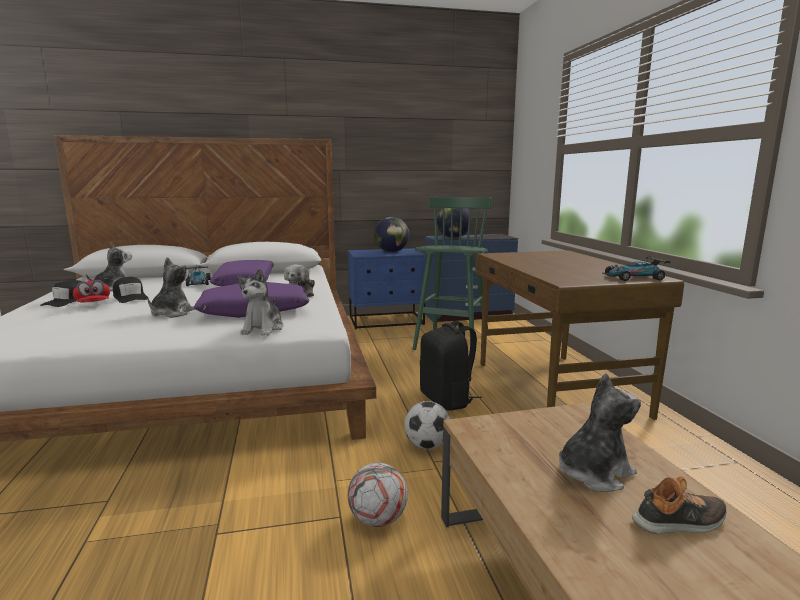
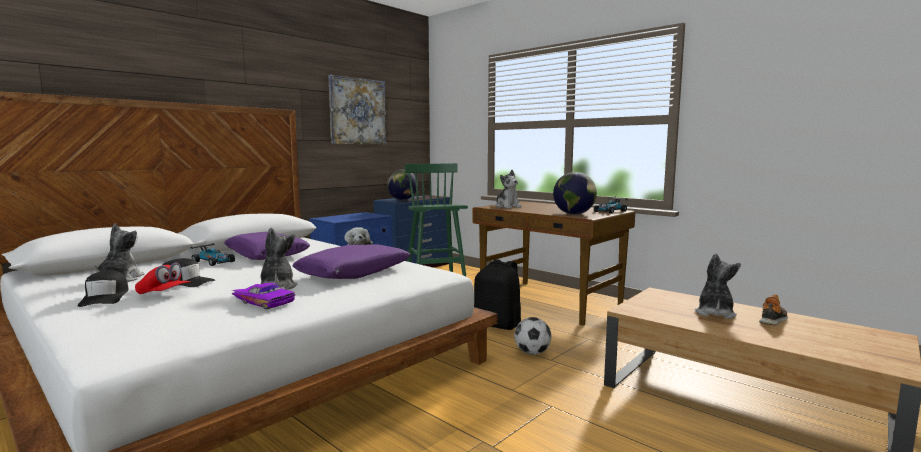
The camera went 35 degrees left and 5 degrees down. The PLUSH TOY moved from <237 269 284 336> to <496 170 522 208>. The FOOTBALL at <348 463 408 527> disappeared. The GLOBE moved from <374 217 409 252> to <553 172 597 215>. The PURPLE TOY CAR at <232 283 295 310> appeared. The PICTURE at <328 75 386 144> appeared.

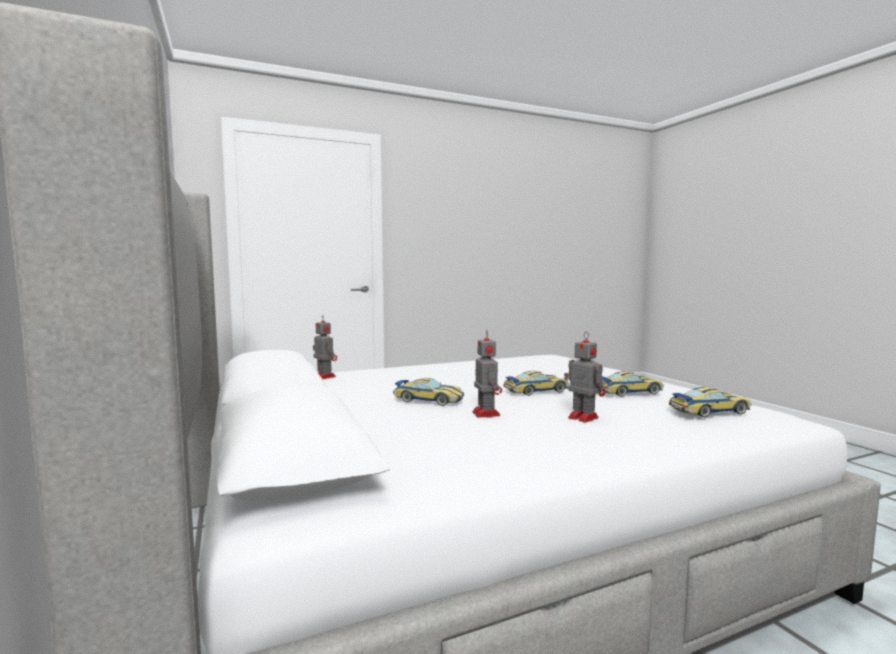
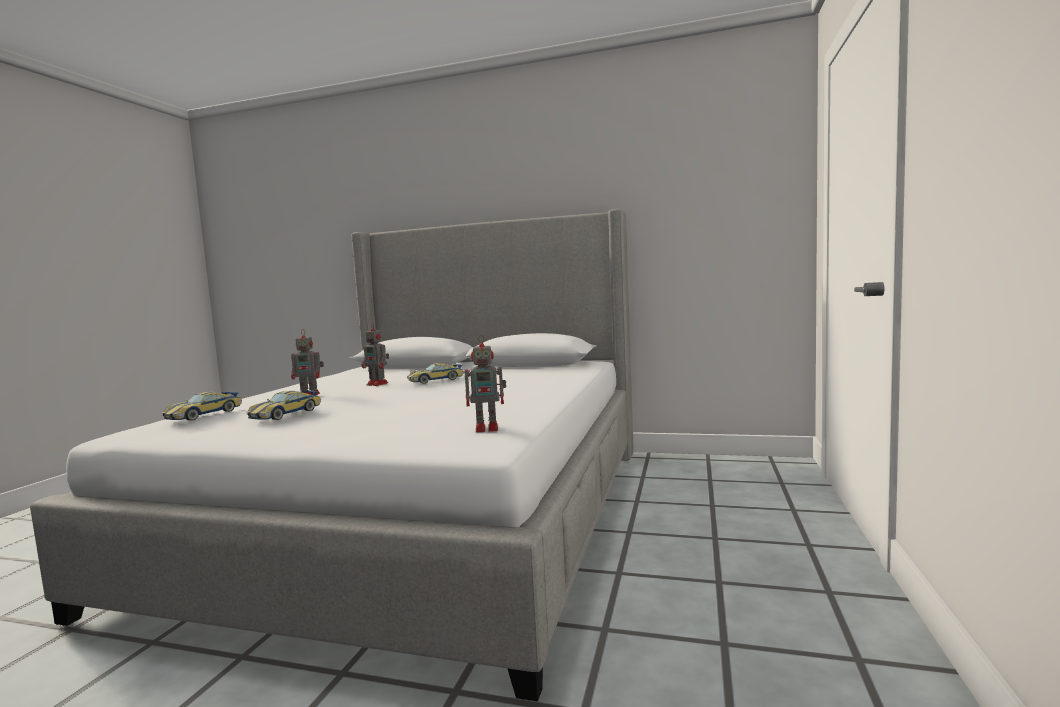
The camera went 130 degrees right and 0 degrees up. The TOY ROBOT moved from <313 315 337 379> to <465 335 506 433>. The TOY CAR at <504 371 569 396> disappeared.

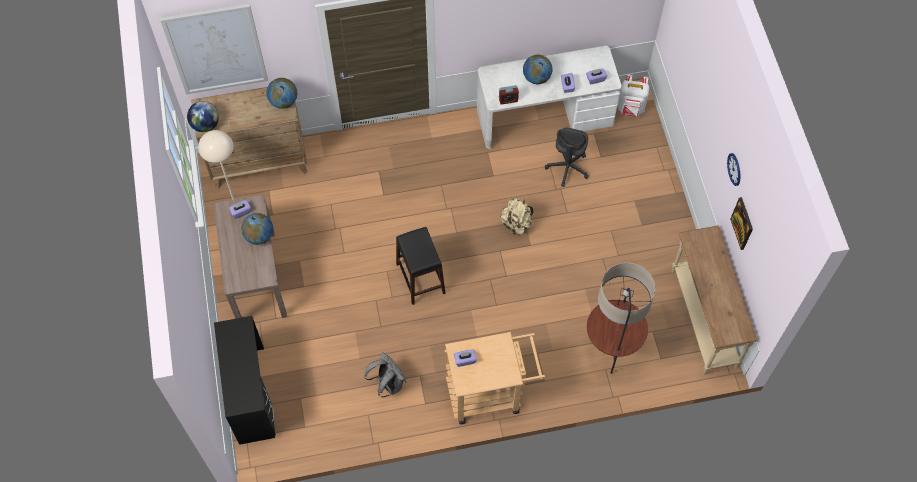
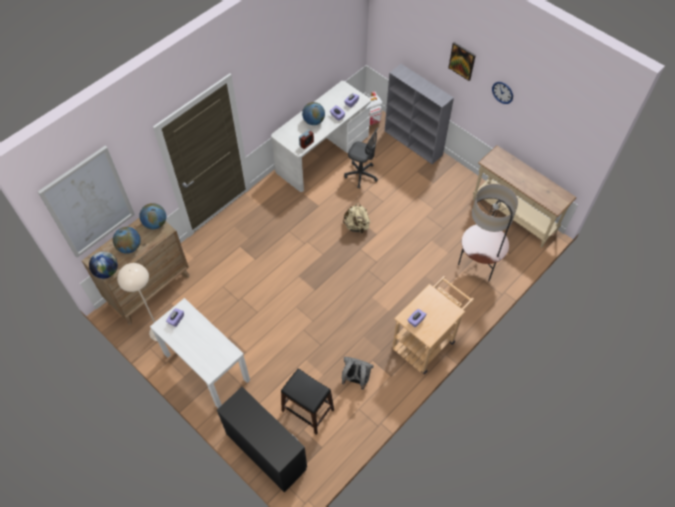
The camera went 35 degrees left and 5 degrees down. The BROWN CONSOLE TABLE at <213 195 287 319> became the WHITE CONSOLE TABLE at <150 298 250 408>. The GLOBE moved from <241 213 273 245> to <113 227 141 254>. The BLACK STOOL moved from <396 227 445 305> to <281 368 334 435>. The GREY OFFICE CHAIR at <545 128 589 187> turned 45 degrees counterclockwise. The PICTURE moved from <730 197 753 250> to <448 42 476 81>. The GREY BOOKCASE at <385 64 454 164> appeared.

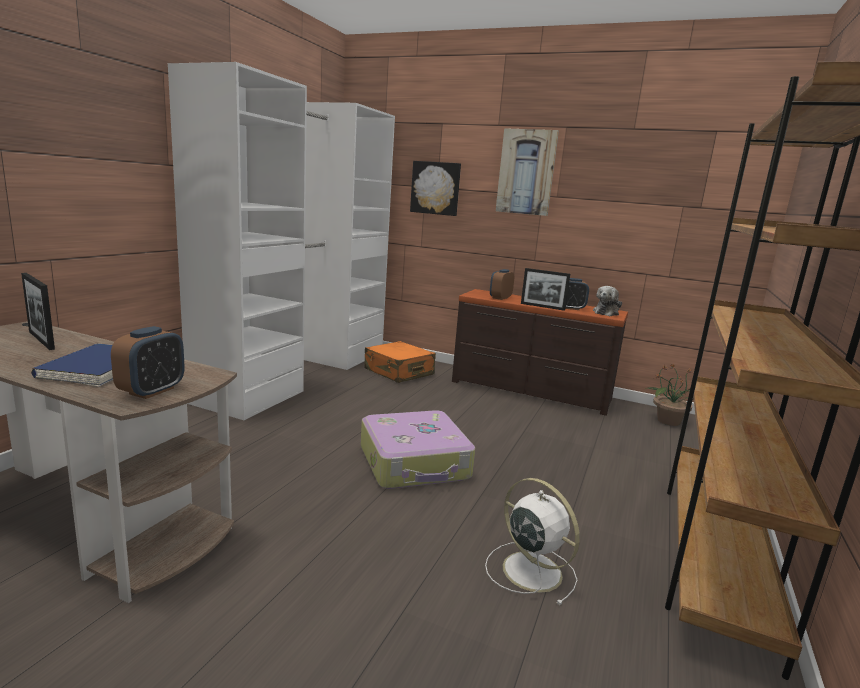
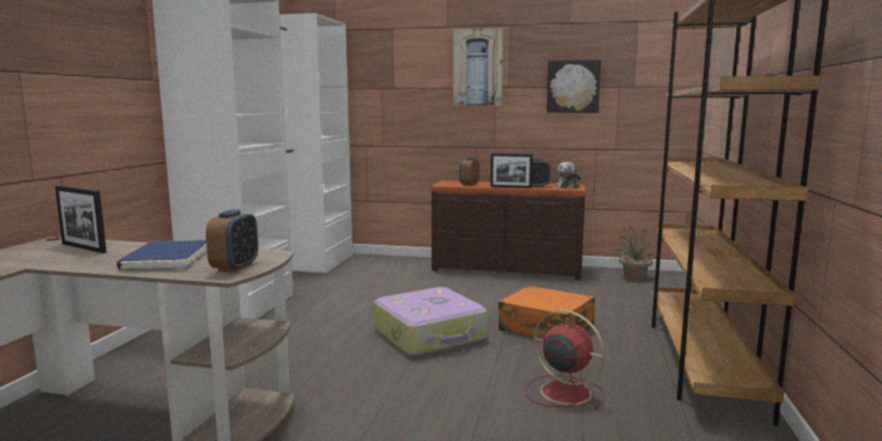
The camera went 10 degrees left and 5 degrees down. The ORANGE SUITCASE moved from <365 341 436 383> to <498 286 595 339>. The PICTURE moved from <410 161 461 216> to <547 60 601 113>. The WHITE FAN at <485 478 580 605> became the RED FAN at <526 310 605 410>.

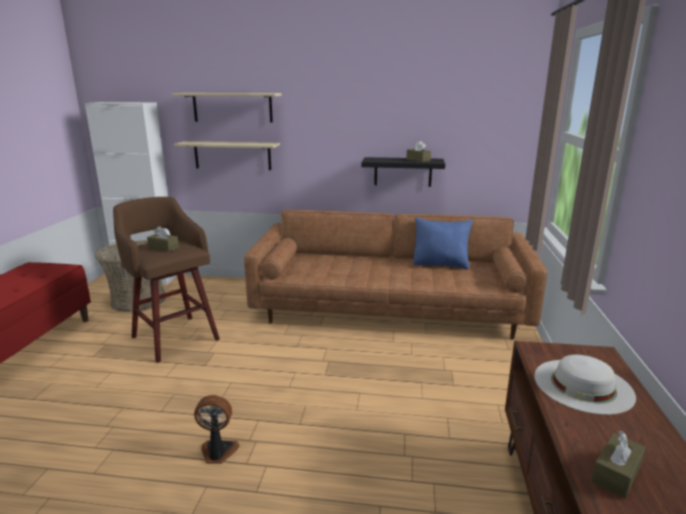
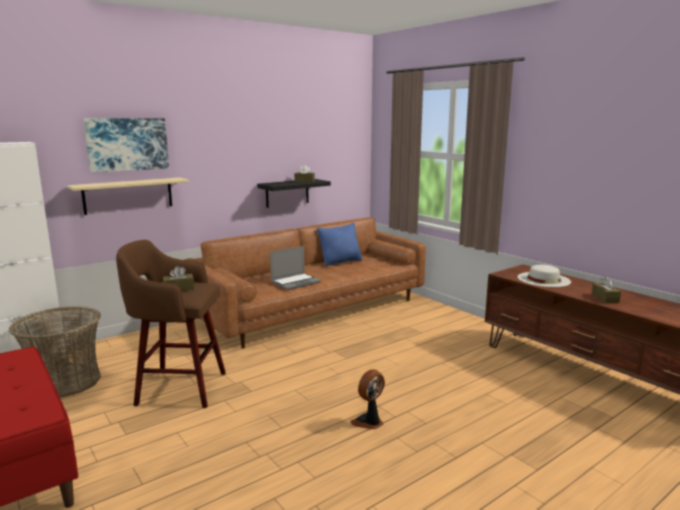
The camera went 45 degrees left and 5 degrees down. The BEIGE SHELF at <172 93 282 123> was replaced by the PICTURE at <83 118 169 173>. The LAPTOP at <270 246 321 290> appeared.

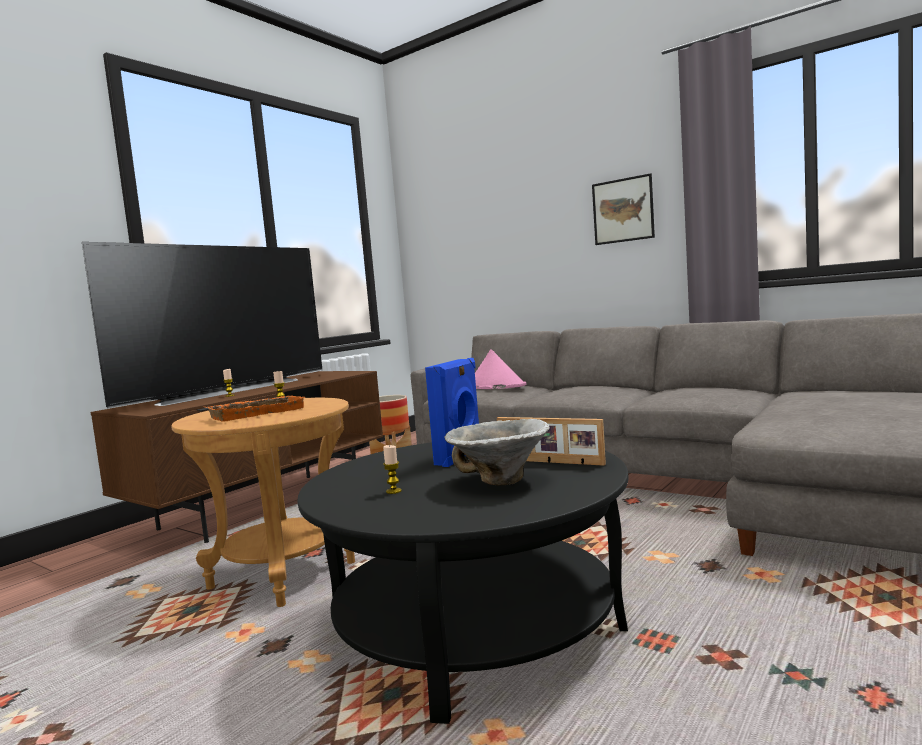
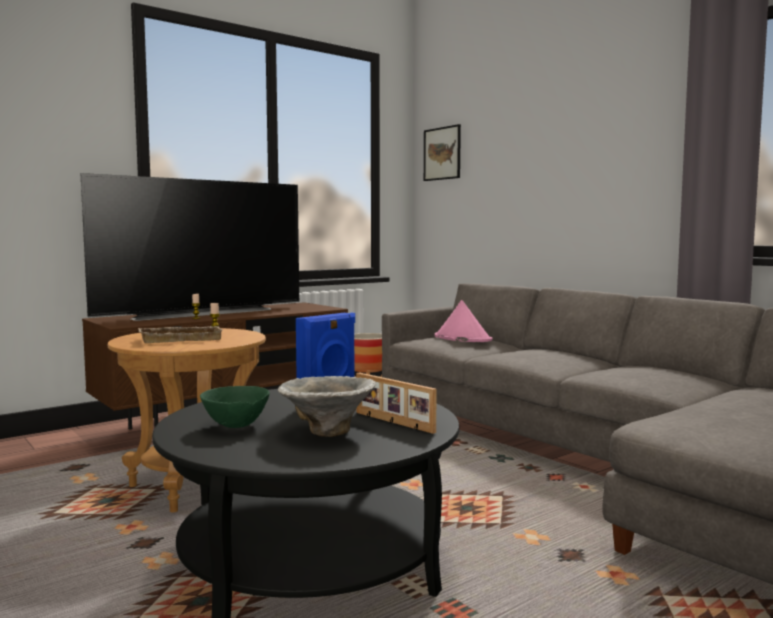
The camera went 15 degrees right and 0 degrees up. The ORANGE TRAY at <205 396 305 422> became the BEIGE TRAY at <138 326 223 343>. The CANDLE at <383 445 402 494> was replaced by the GREEN BOWL at <200 386 270 428>. The PICTURE moved from <592 173 655 245> to <424 124 461 181>.

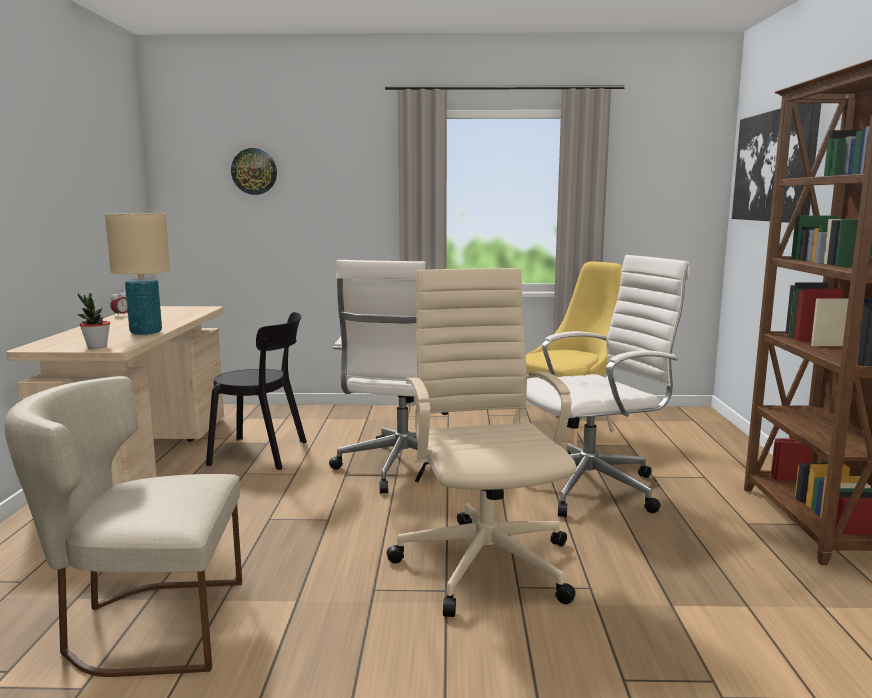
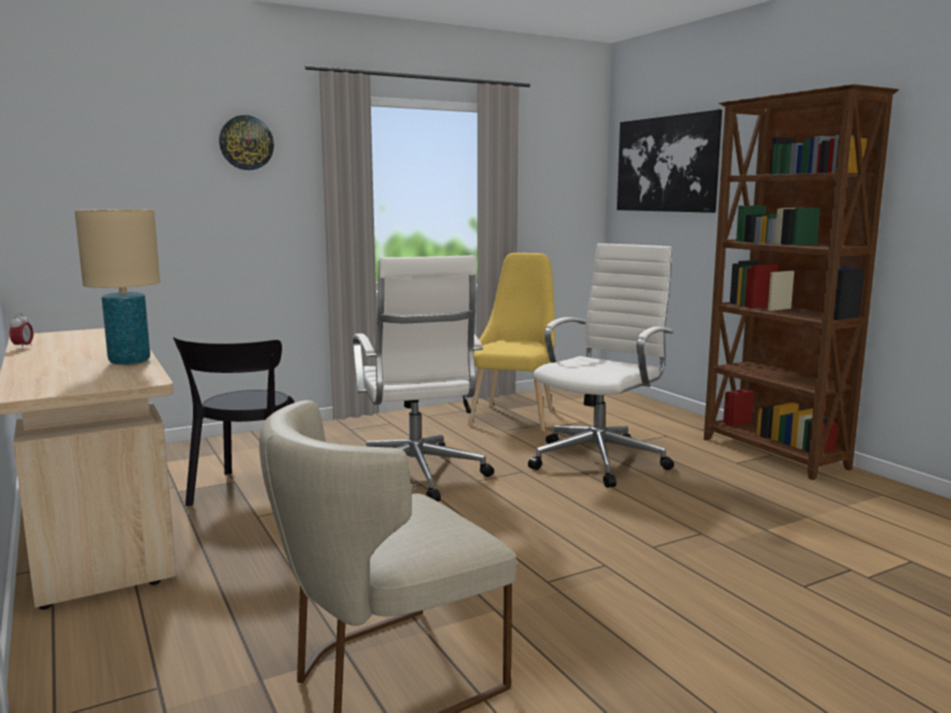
The camera went 30 degrees left and 0 degrees up. The POTTED PLANT at <78 293 110 348> disappeared. The BLACK CHAIR at <206 312 307 470> turned 120 degrees clockwise. The WALL CLOCK moved from <231 148 277 195> to <219 115 274 170>. The BEIGE OFFICE CHAIR at <387 268 576 617> disappeared.

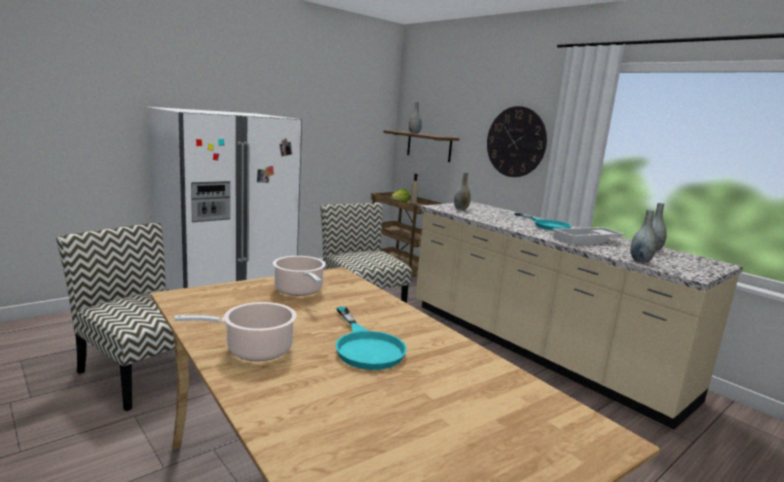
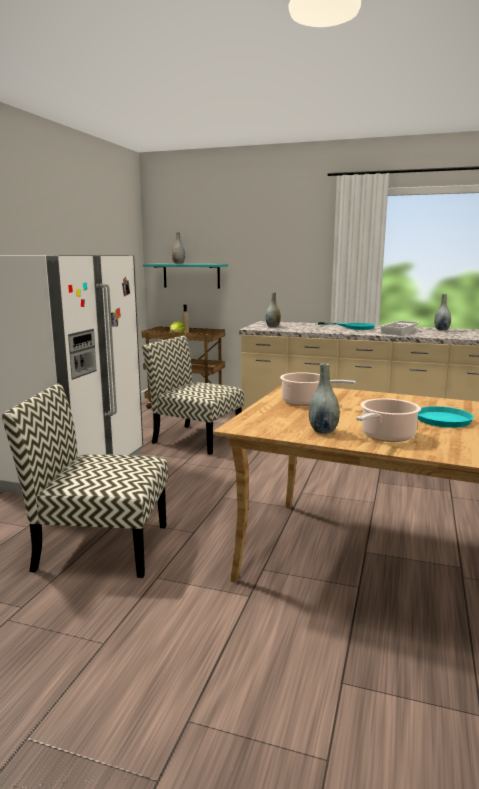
The camera went 30 degrees left and 0 degrees up. The BROWN SHELF at <383 130 460 162> became the TURQUOISE SHELF at <143 264 228 288>. The WALL CLOCK at <487 106 547 177> disappeared. The GREY VASE moved from <630 209 657 262> to <309 363 340 434>.

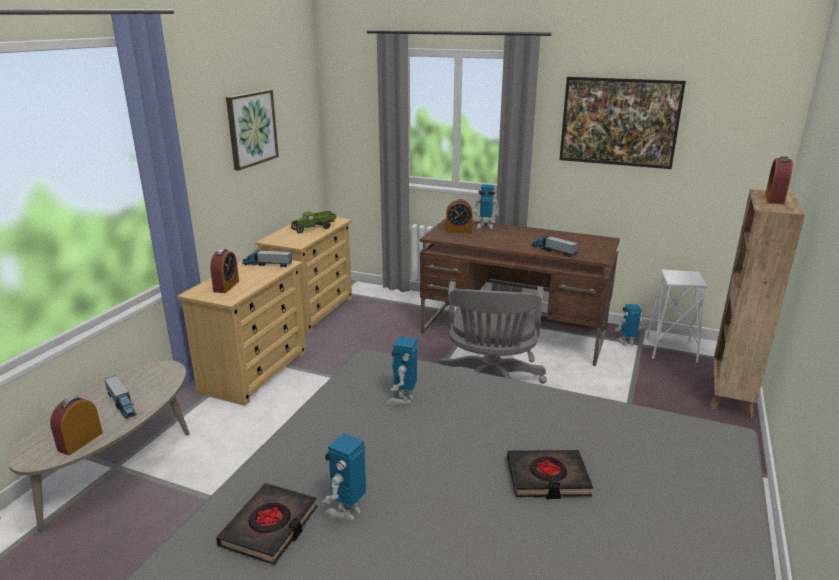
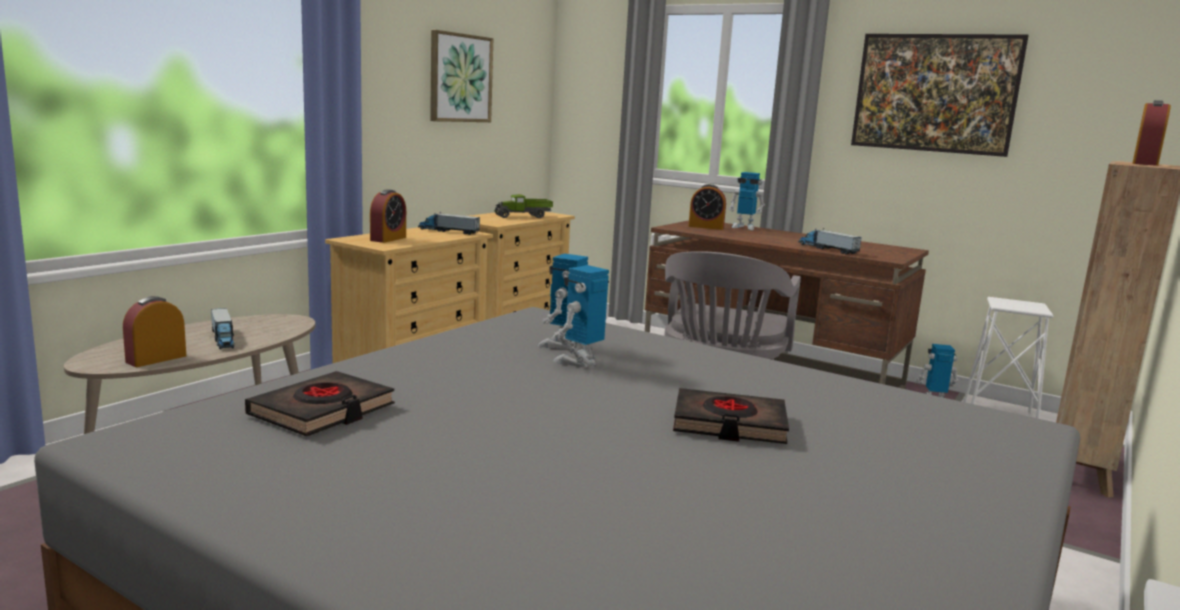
The camera went 10 degrees right and 10 degrees down. The TOY ROBOT moved from <322 433 366 520> to <553 265 609 368>.

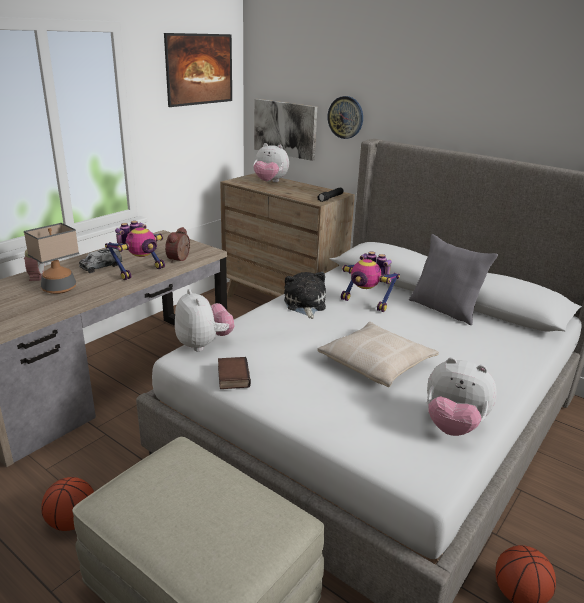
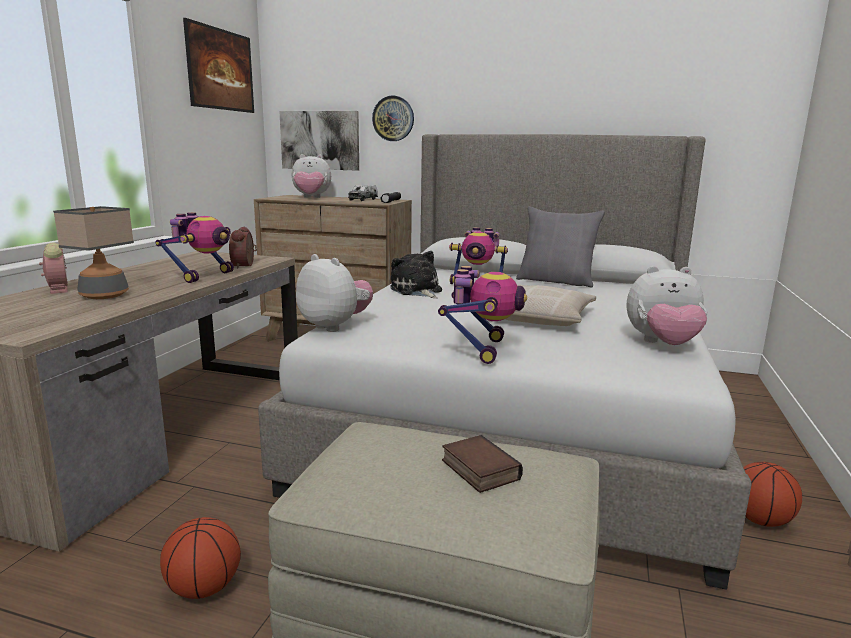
The camera went 20 degrees left and 10 degrees down. The TOY TRUCK moved from <79 248 122 273> to <348 185 378 201>. The BOOK moved from <218 357 251 389> to <442 435 523 493>. The TOY ROBOT at <438 266 527 364> appeared.

